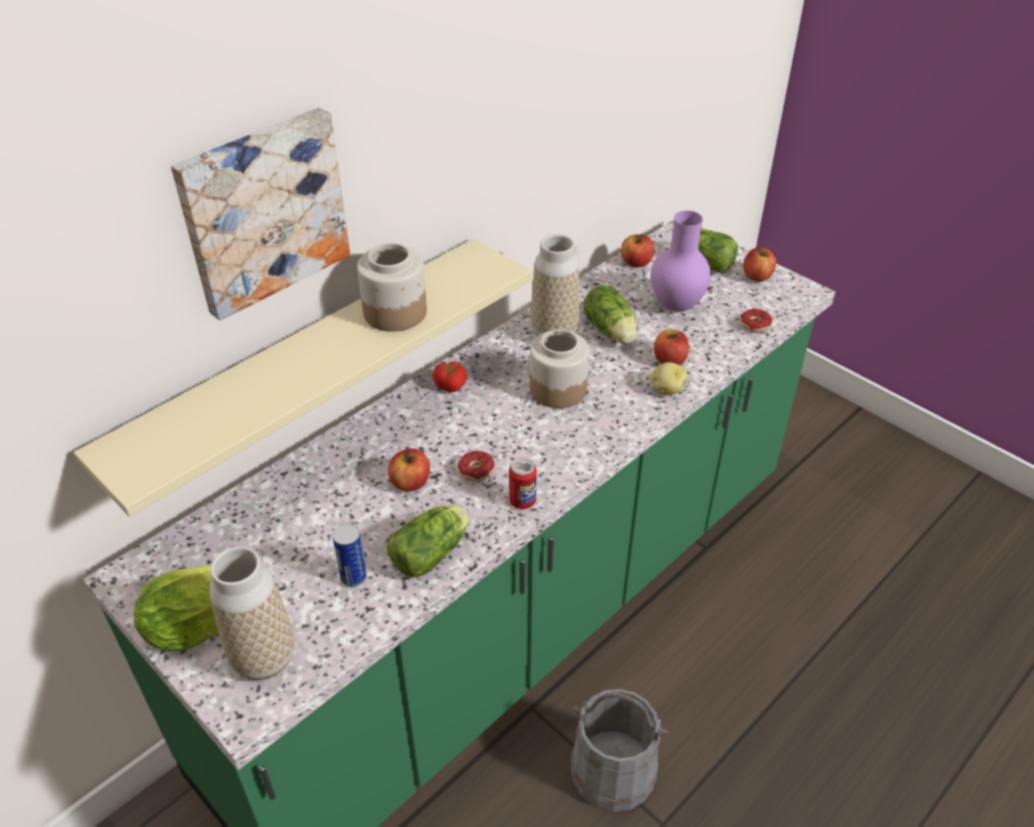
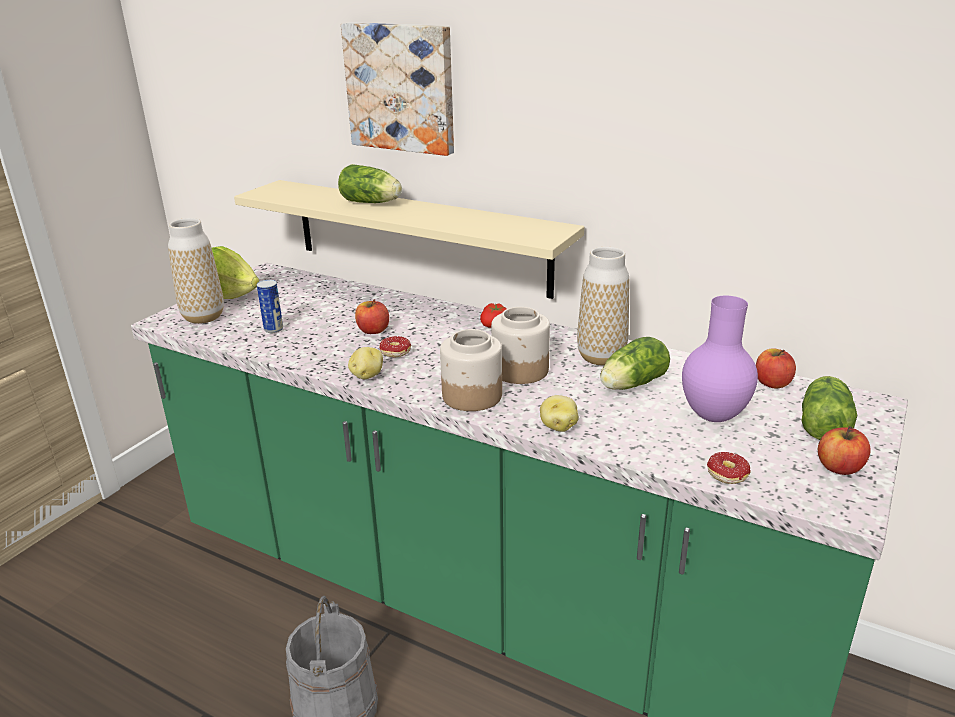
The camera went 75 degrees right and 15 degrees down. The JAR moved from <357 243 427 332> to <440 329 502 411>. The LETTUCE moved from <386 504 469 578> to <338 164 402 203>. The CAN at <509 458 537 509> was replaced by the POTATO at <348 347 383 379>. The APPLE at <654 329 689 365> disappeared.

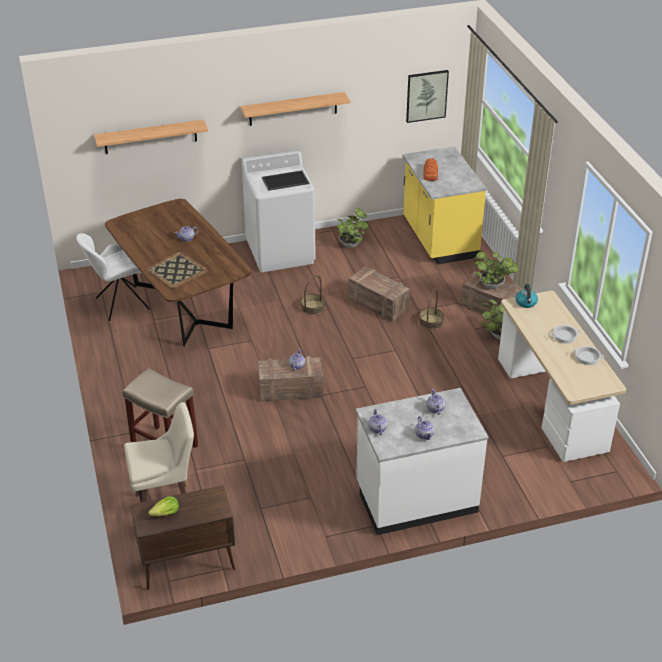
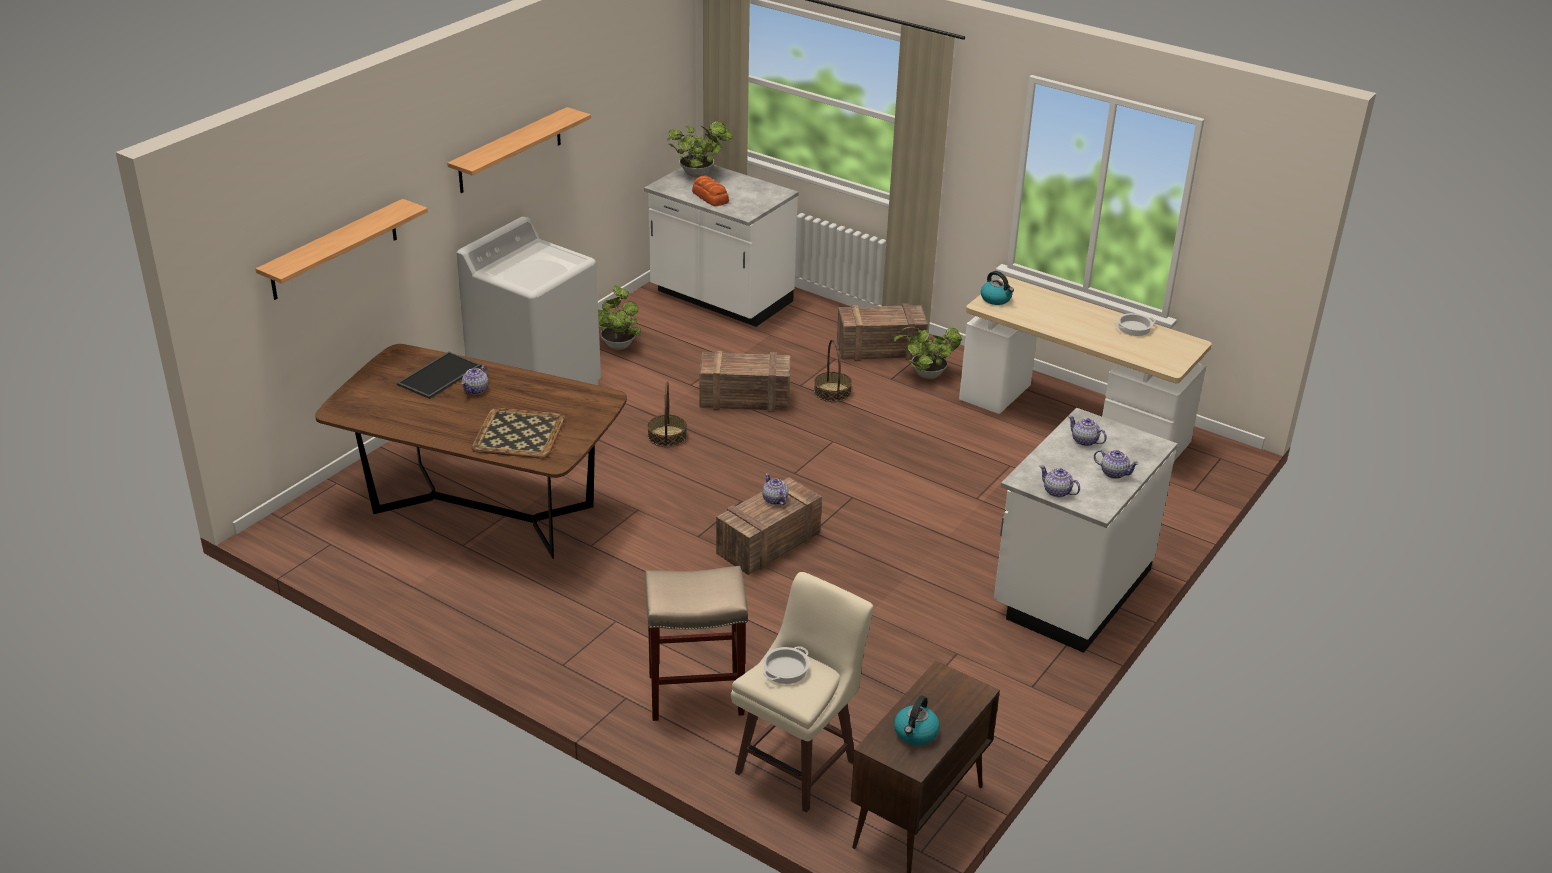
The camera went 40 degrees left and 5 degrees down. The WHITE CHAIR at <76 233 150 321> disappeared. The LETTUCE at <148 496 179 516> was replaced by the KETTLE at <894 695 940 745>. The TRAY moved from <262 170 309 191> to <397 352 482 399>. The YELLOW COUNTER at <402 146 487 265> became the WHITE COUNTER at <644 165 799 327>. The PICTURE at <406 70 449 123> disappeared. The POTTED PLANT moved from <474 252 519 289> to <667 121 733 177>. The COOKING POT moved from <550 325 581 344> to <763 646 809 684>.

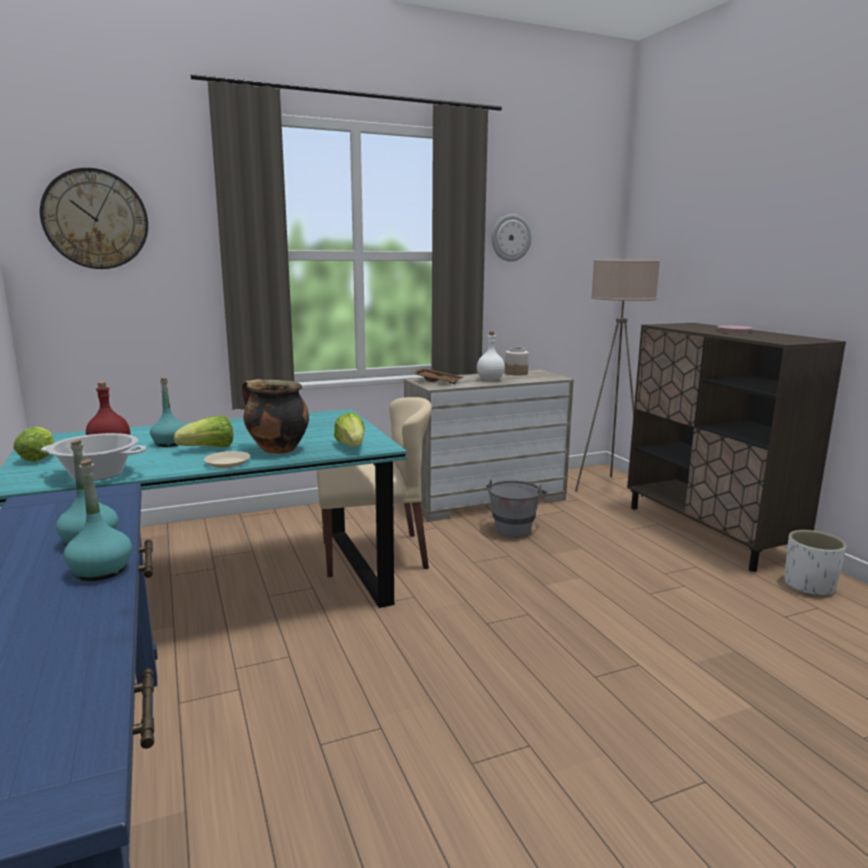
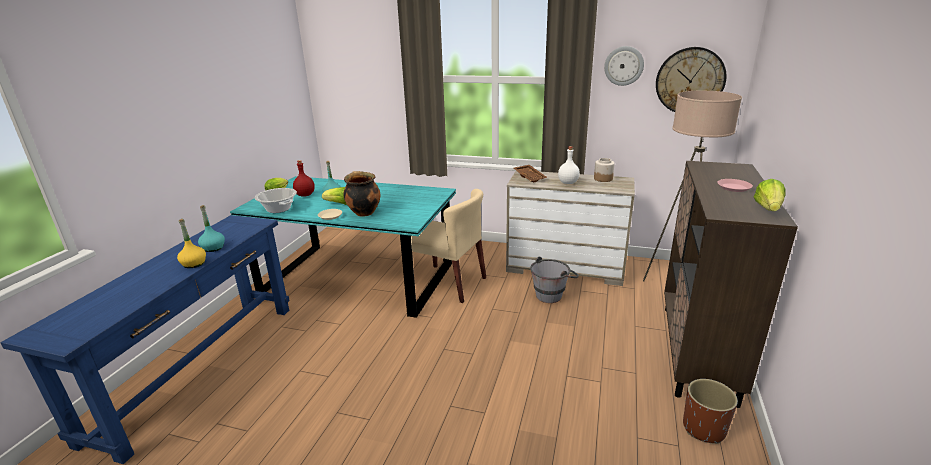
The camera went 40 degrees right and 10 degrees up. The WALL CLOCK moved from <40 168 148 269> to <656 47 727 112>. The TURQUOISE BOTTLE at <64 459 132 581> became the YELLOW BOTTLE at <177 219 206 268>. The LETTUCE moved from <334 412 365 447> to <754 179 786 211>. The WHITE PLANTER at <784 530 846 596> became the BROWN PLANTER at <683 379 738 444>.

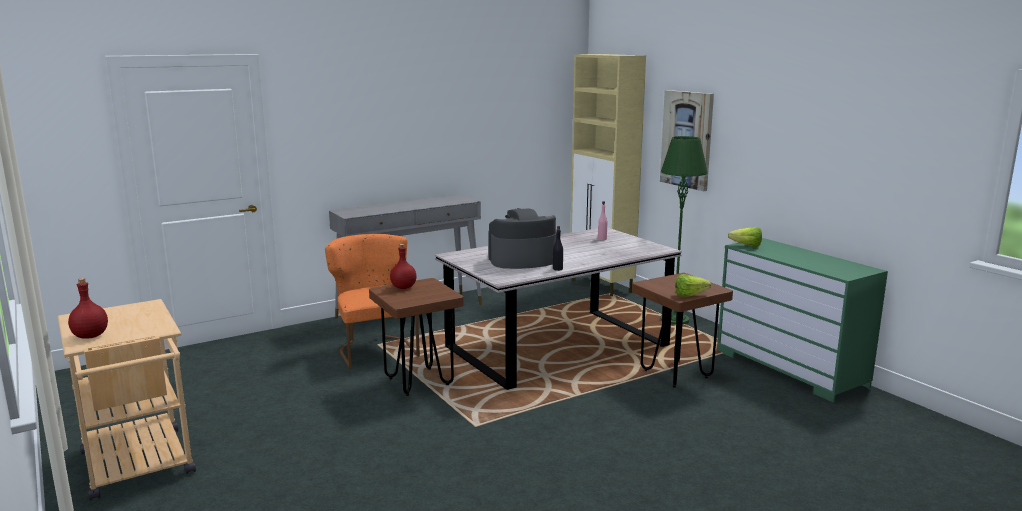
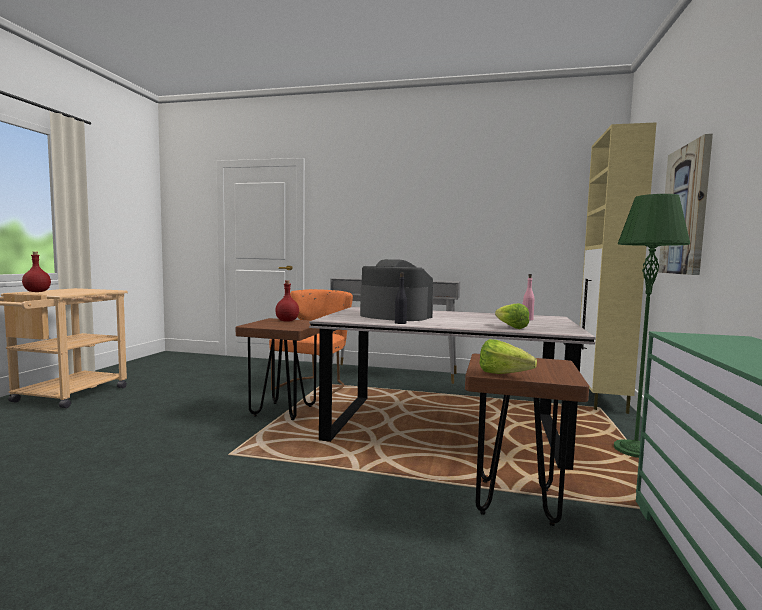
The camera went 45 degrees right and 10 degrees down. The LETTUCE moved from <728 227 762 247> to <495 304 529 329>.

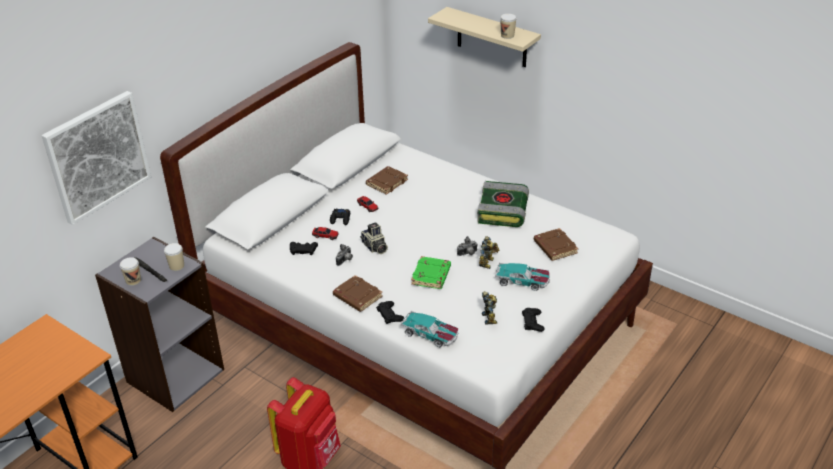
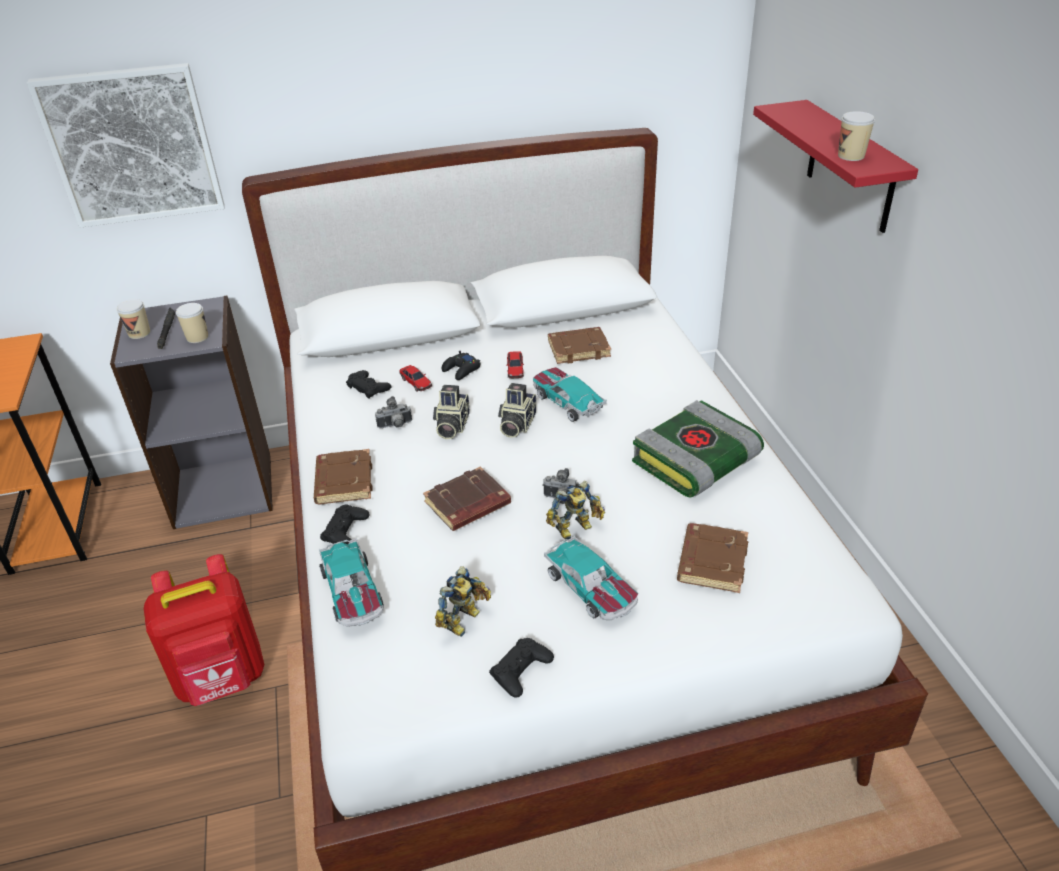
The camera went 40 degrees right and 0 degrees up. The GREEN BOOK at <411 256 451 289> became the BROWN BOOK at <423 466 511 531>. The BEIGE SHELF at <428 7 541 67> became the RED SHELF at <753 100 918 233>. The PHOTO CAMERA at <498 383 536 438> appeared. The TOY CAR at <533 367 607 422> appeared.

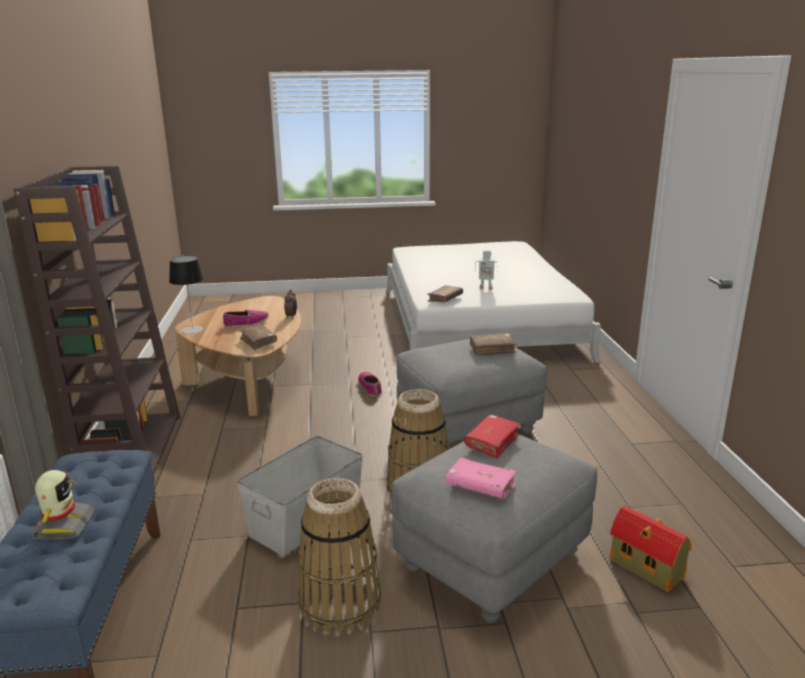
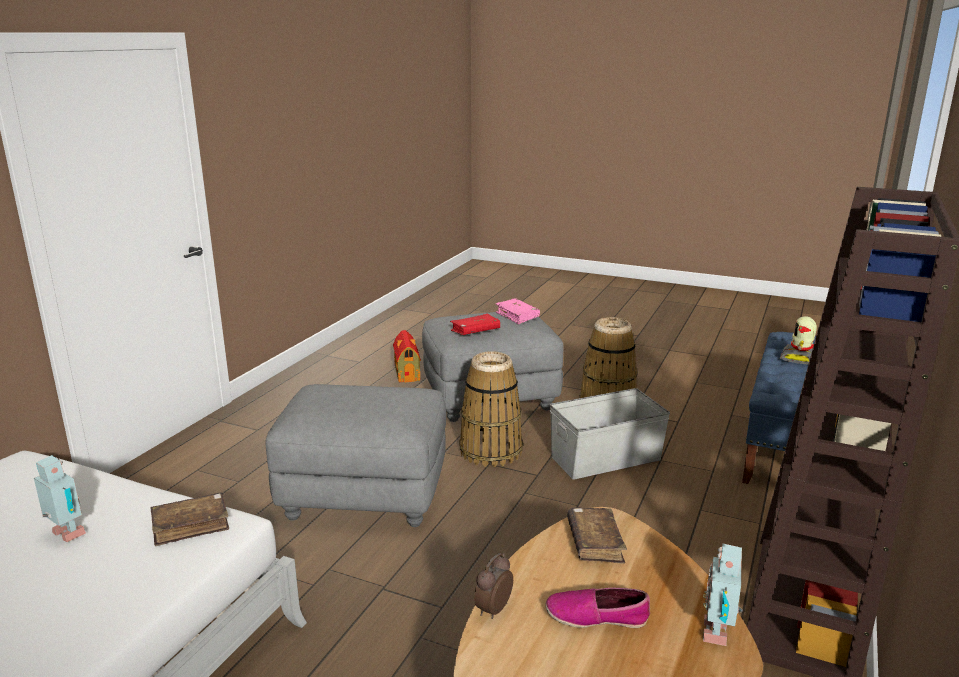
The camera went 150 degrees left and 0 degrees up. The TABLE LAMP at <169 256 204 334> was replaced by the TOY ROBOT at <703 544 743 646>. The SHOE at <358 372 382 396> disappeared. The BROWN BOOK at <470 333 517 355> disappeared.

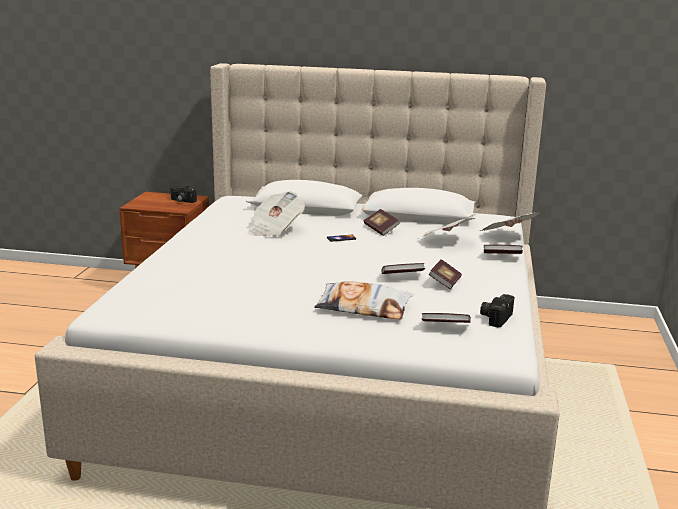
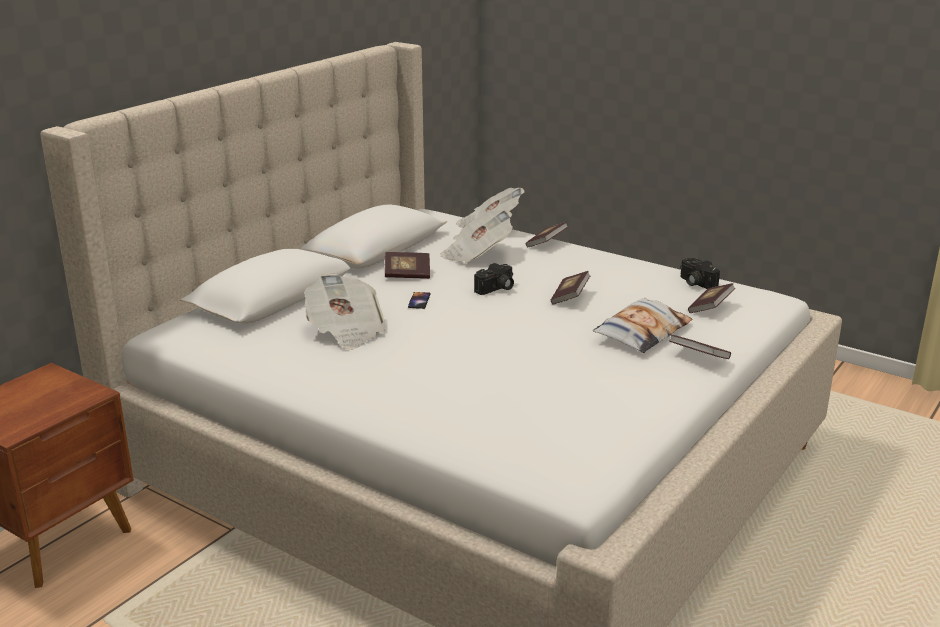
The camera went 65 degrees left and 5 degrees up. The PHOTO CAMERA moved from <170 186 197 203> to <474 263 514 295>. The BOOK moved from <429 259 462 289> to <669 334 731 359>.

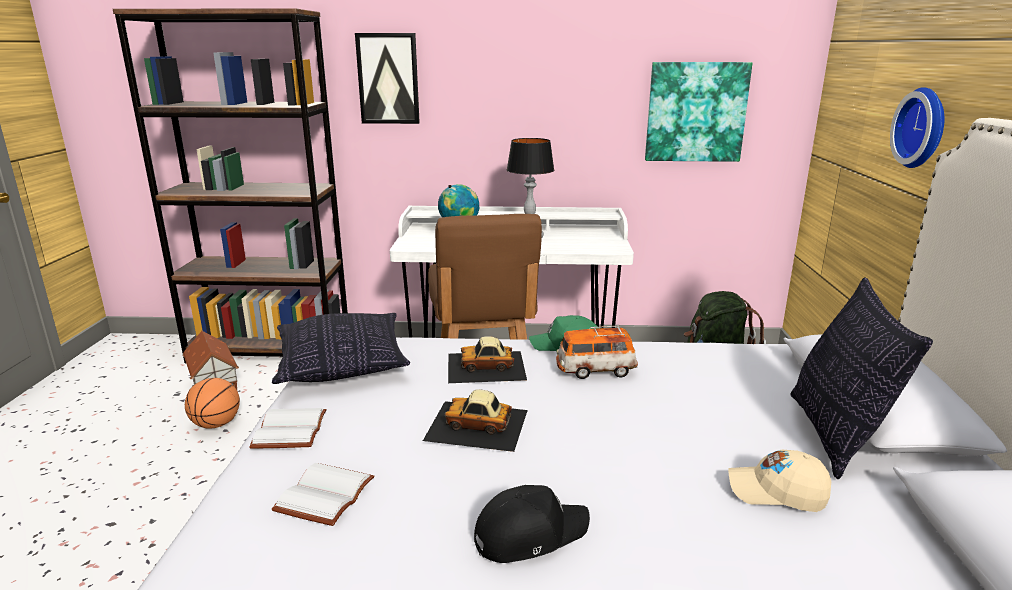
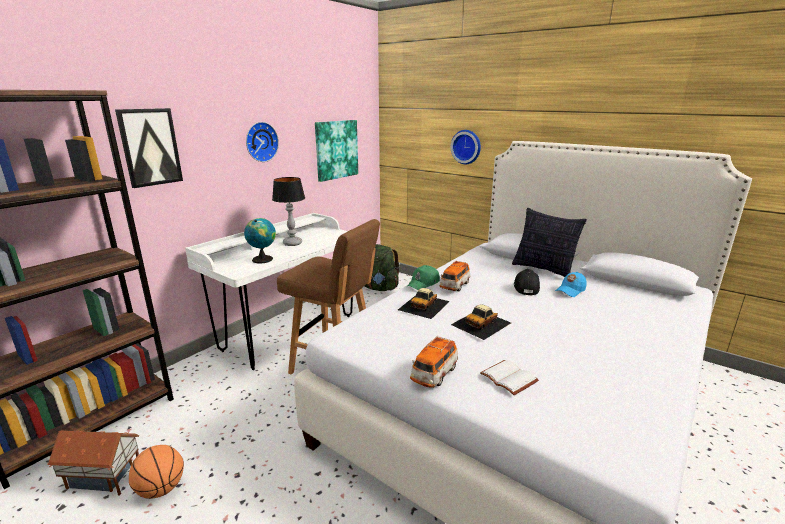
The camera went 55 degrees left and 0 degrees up. The WHITE BOOK at <249 408 327 449> was replaced by the TOY CAR at <410 336 458 388>. The PILLOW at <272 313 410 384> disappeared. The BLACK CAP moved from <474 485 590 563> to <514 269 540 296>. The BEIGE CAP at <728 450 831 512> became the BLUE CAP at <555 272 587 297>. The WALL CLOCK at <246 122 279 162> appeared.

